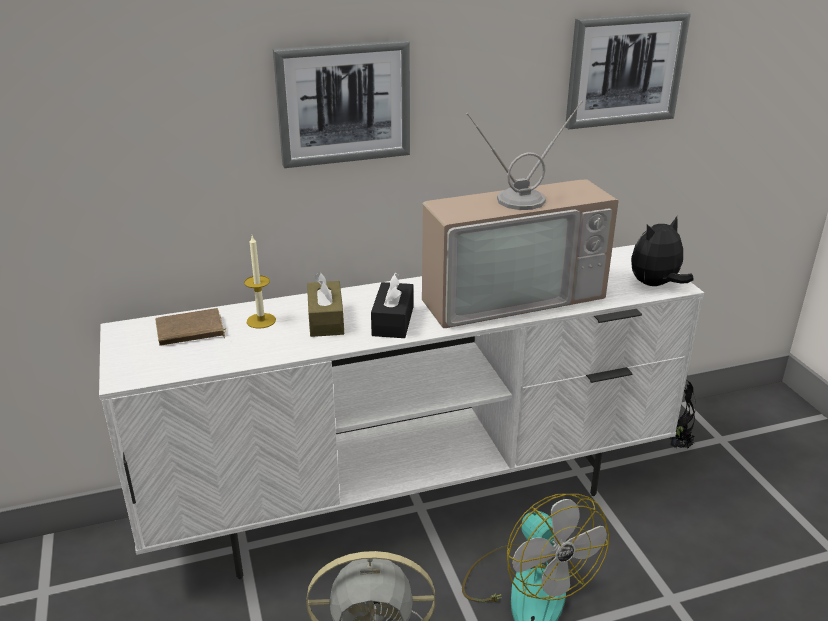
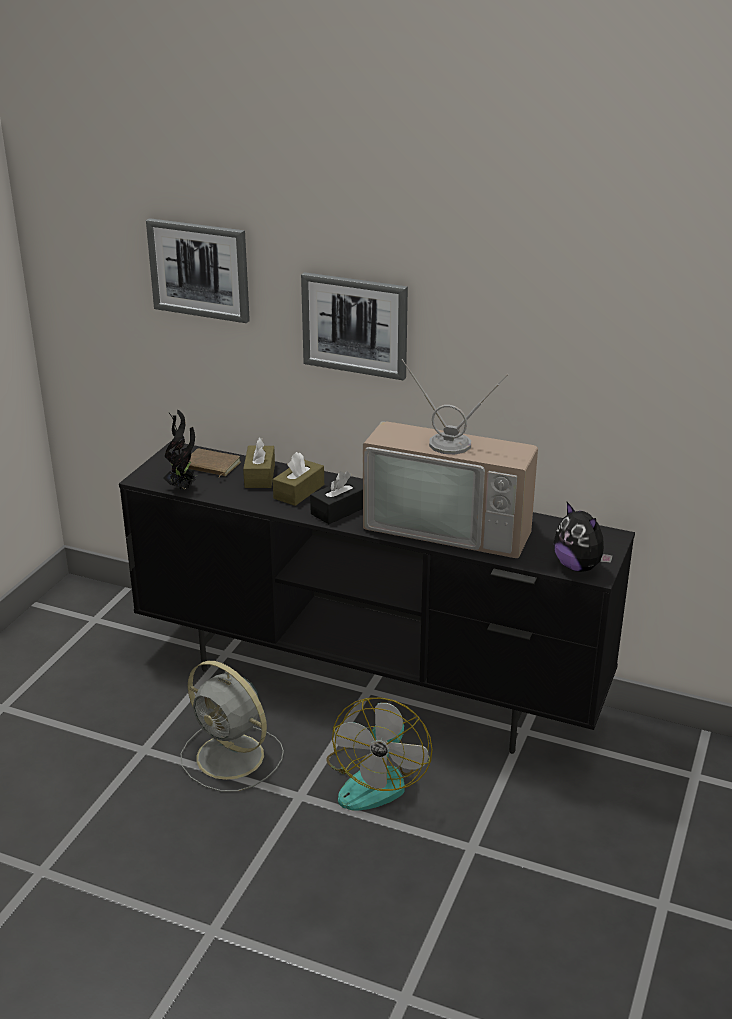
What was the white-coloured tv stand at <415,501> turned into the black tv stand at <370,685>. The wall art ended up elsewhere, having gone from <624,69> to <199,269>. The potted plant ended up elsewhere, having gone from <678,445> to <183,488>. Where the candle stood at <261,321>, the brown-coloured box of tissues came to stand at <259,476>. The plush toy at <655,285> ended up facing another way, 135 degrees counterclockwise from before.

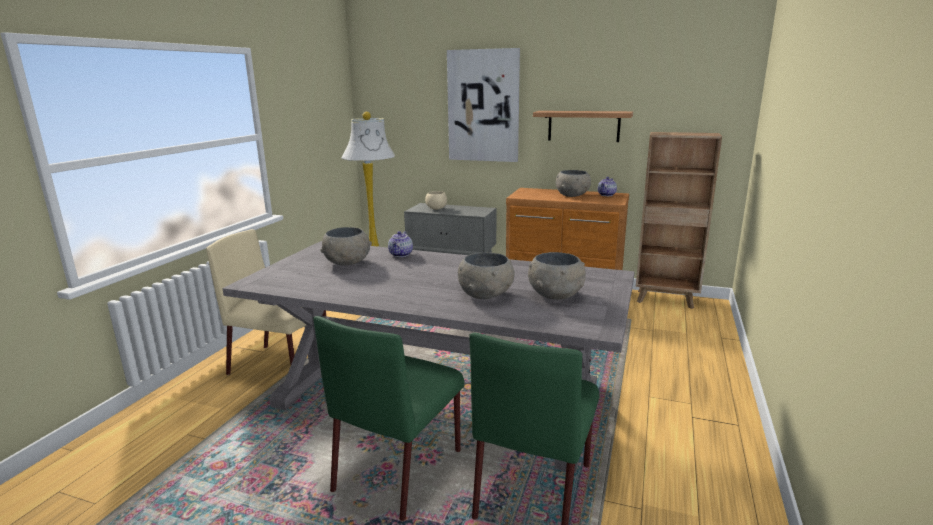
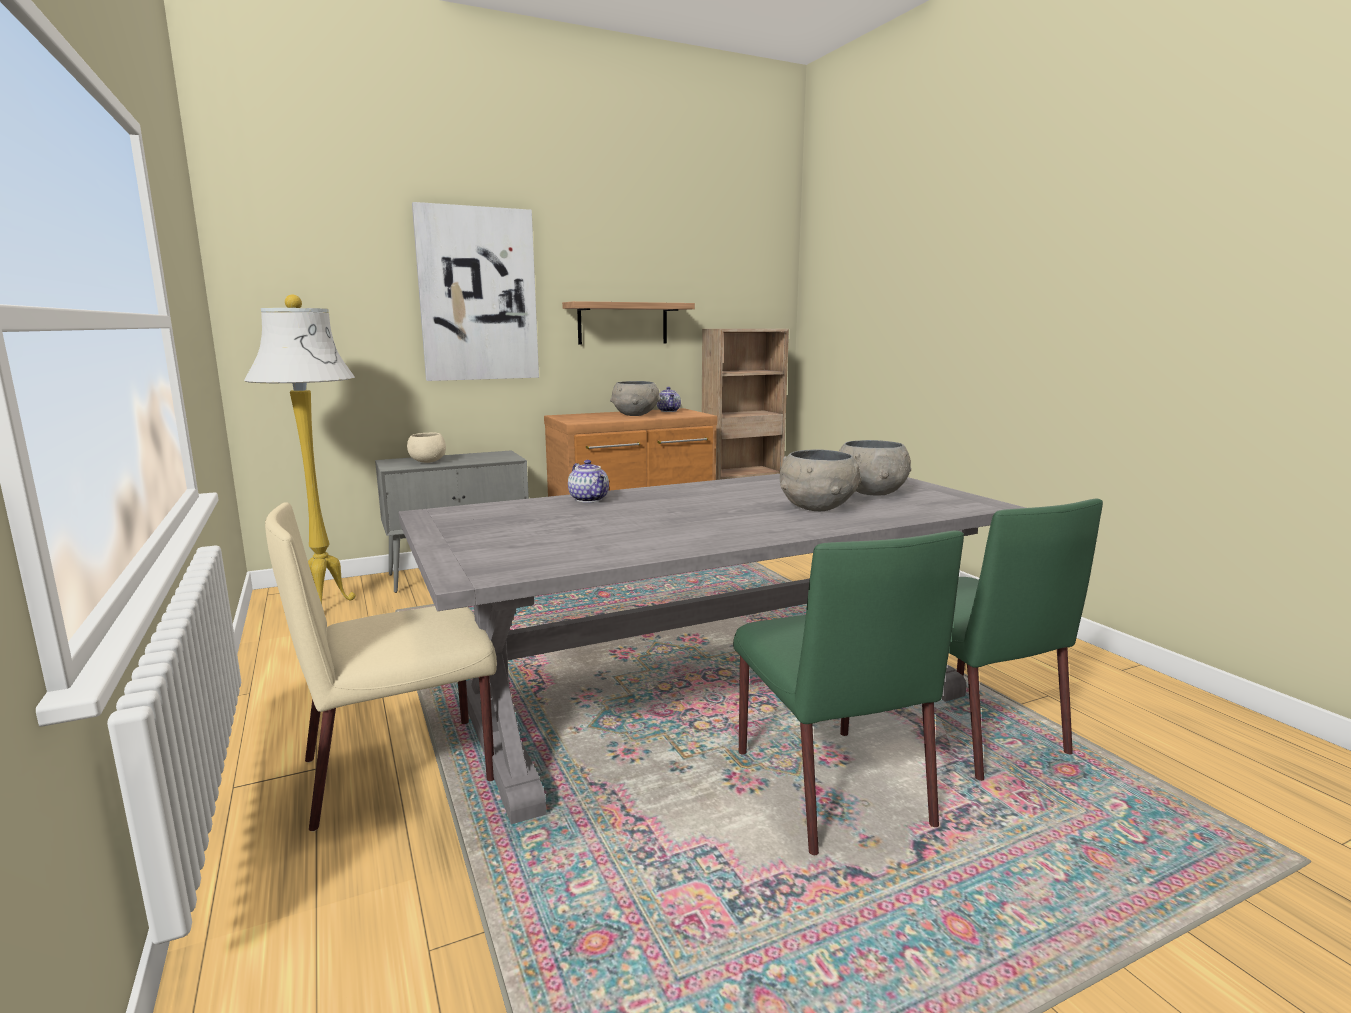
The second view lost the gray deep dish at <347,263>.

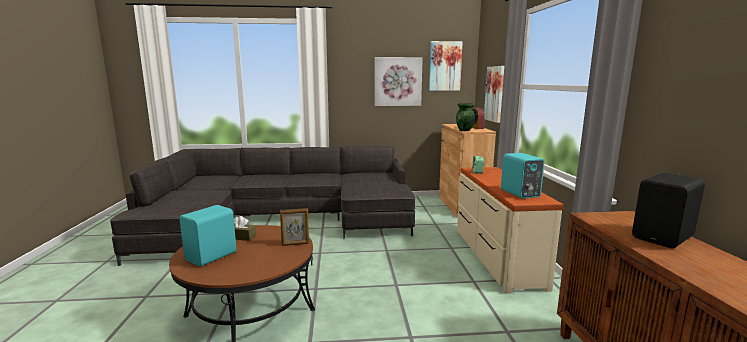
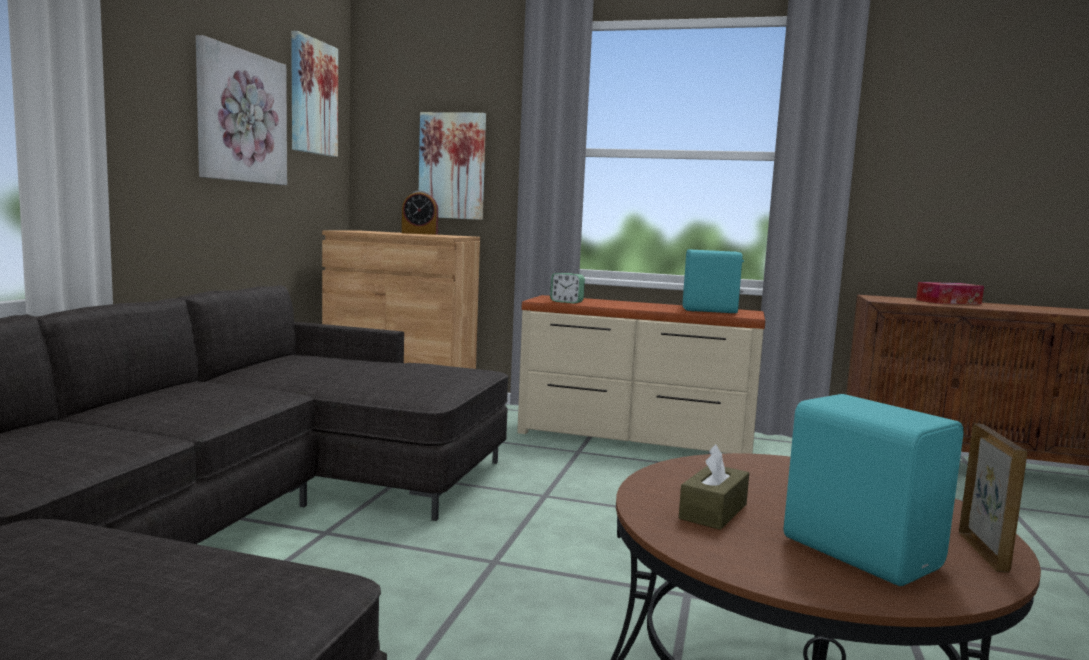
Where the black loudspeaker stood at <664,237>, the box of tissues came to stand at <948,302>. The picture frame ended up elsewhere, having gone from <295,244> to <983,551>. The second view lost the greenish decorative vase at <464,130>.

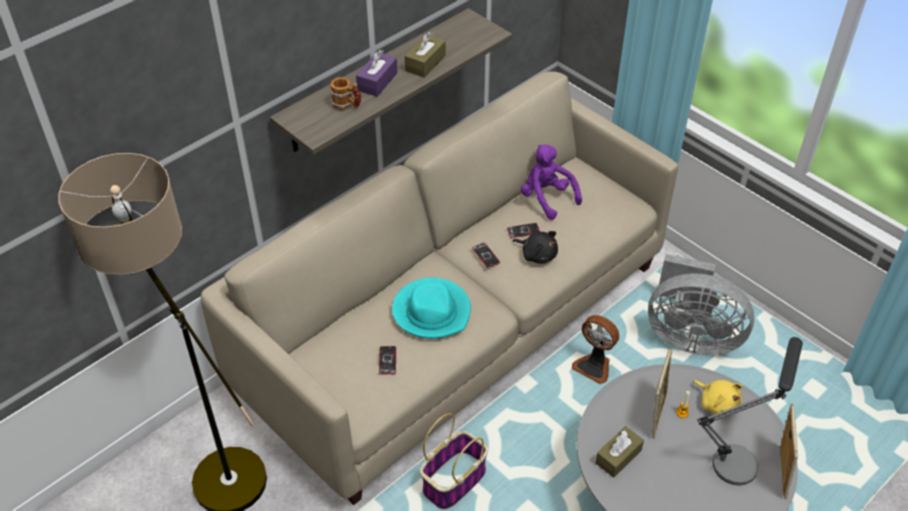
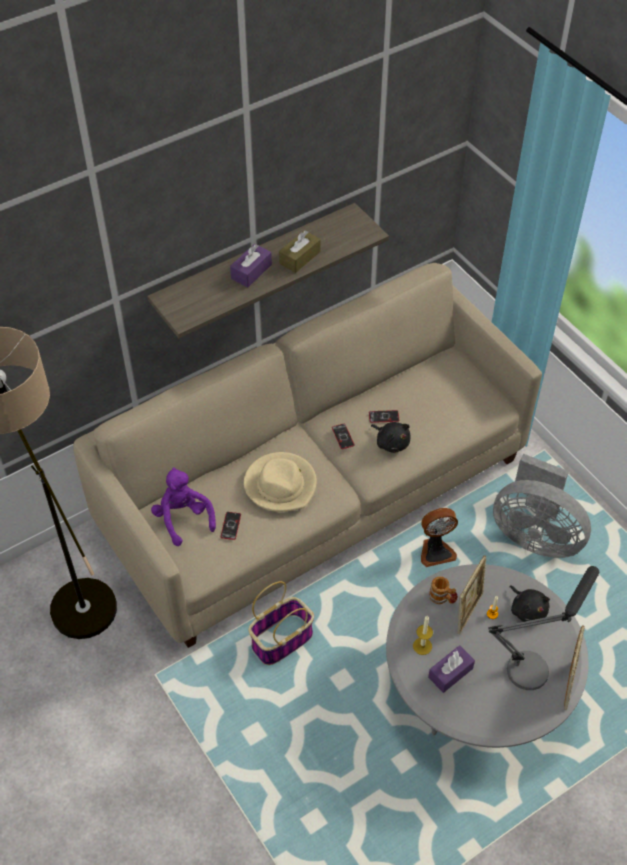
The purple-coloured plush toy ended up elsewhere, having gone from <547,198> to <183,518>. What was the turquoise-coloured wearable hat at <432,311> turned into the beige wearable hat at <281,484>. Where the brown-coloured box of tissues stood at <618,457>, the candle came to stand at <422,646>. The fan at <594,366> ended up facing another way, 60 degrees counterclockwise from before. The second view gained the purple-coloured box of tissues at <450,673>. The mug ended up elsewhere, having gone from <346,105> to <442,598>. What was the yellow-coloured plush toy at <717,403> turned into the black plush toy at <527,610>.

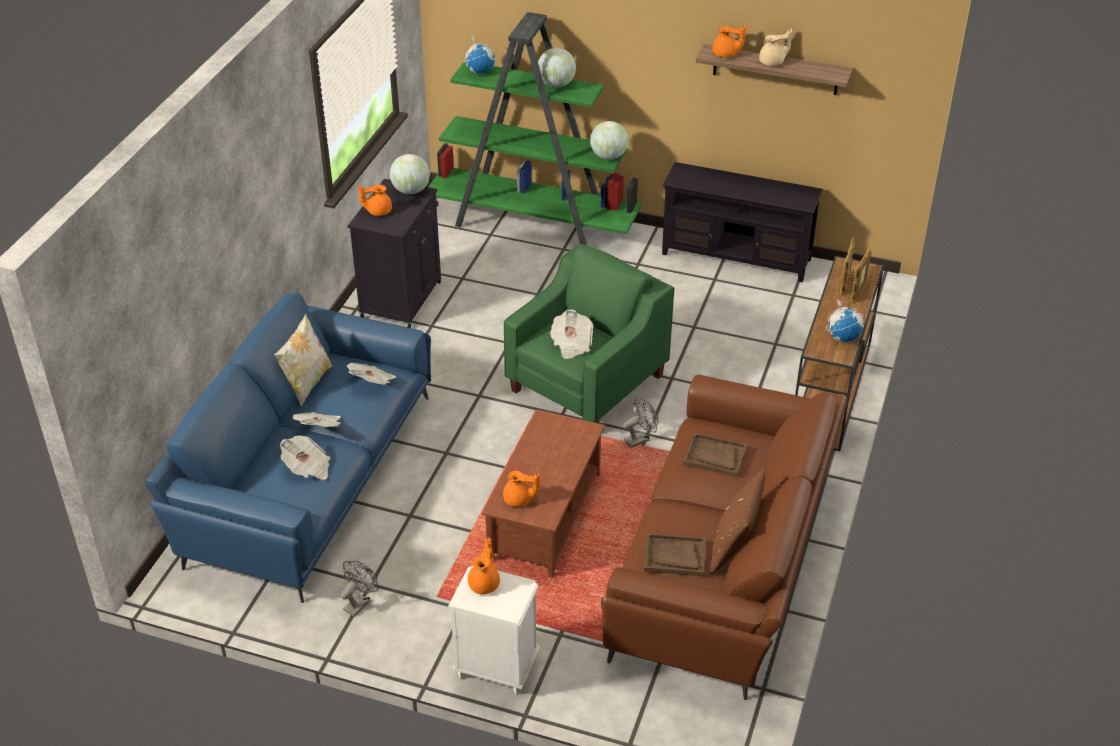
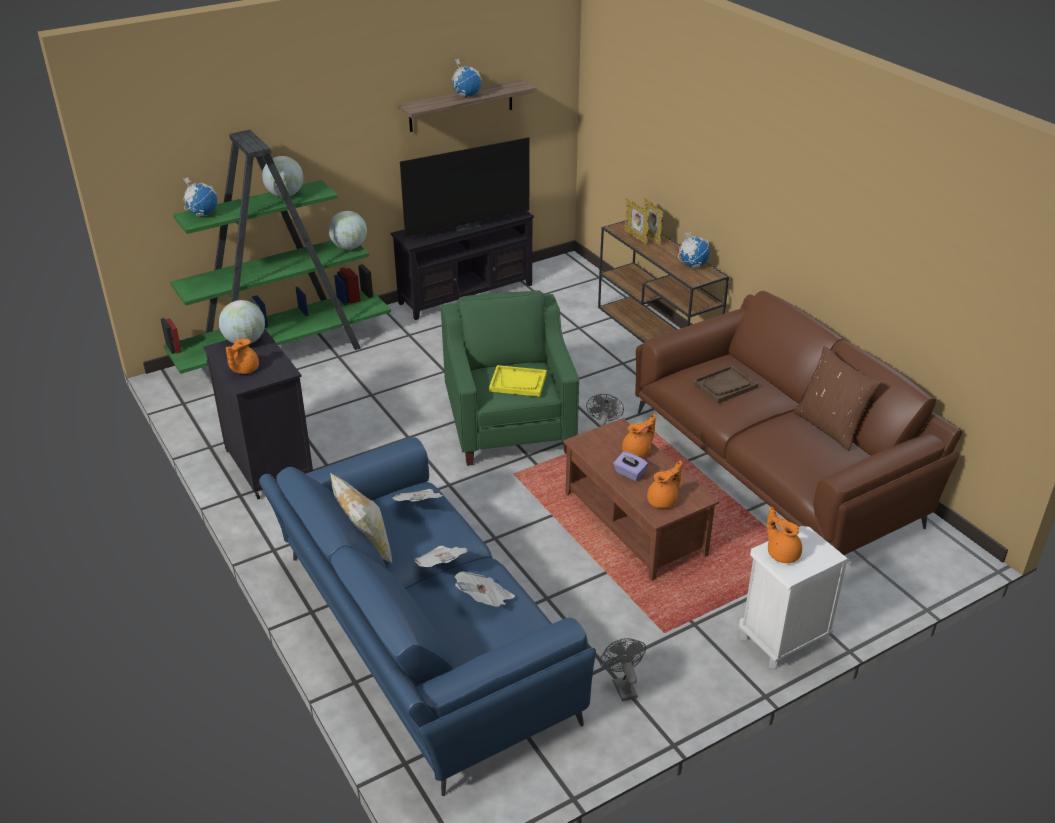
The second view gained the television at <466,225>. Where the beige pot for tea stood at <772,62>, the desk globe came to stand at <466,95>. Where the printed paper stood at <571,344>, the yellow-coloured tray came to stand at <518,382>. The second view gained the purple-coloured box of tissues at <629,474>. The orange-coloured pot for tea ended up elsewhere, having gone from <726,54> to <637,452>. The second view lost the brown-coloured tray at <675,556>.

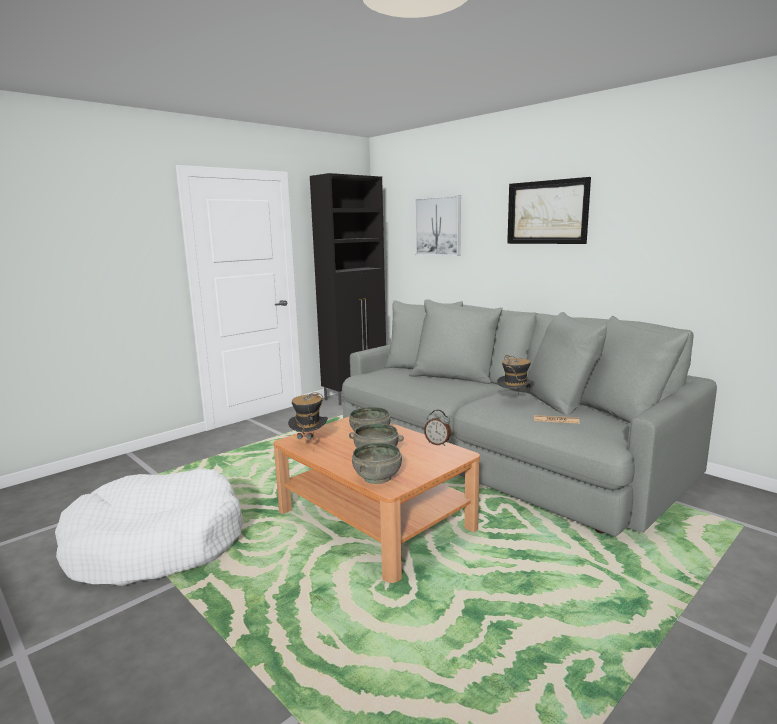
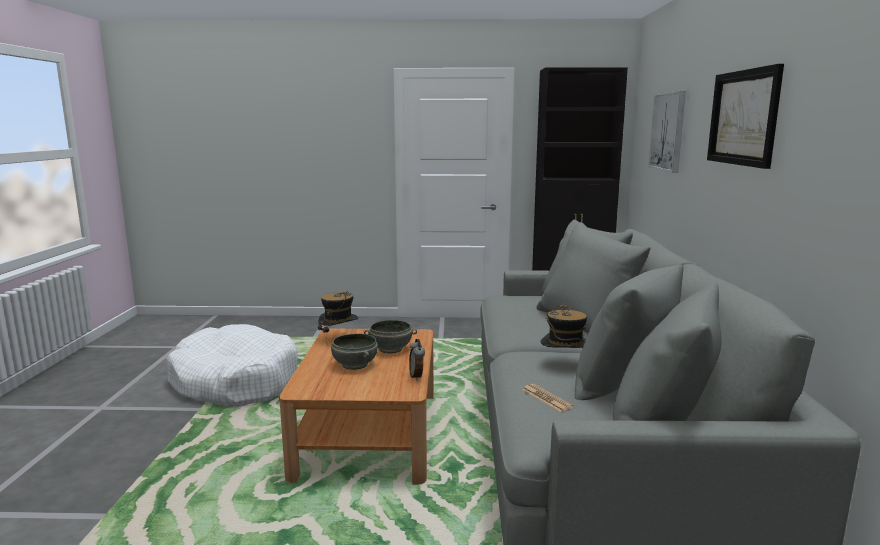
The second view lost the gray deep dish at <377,478>.

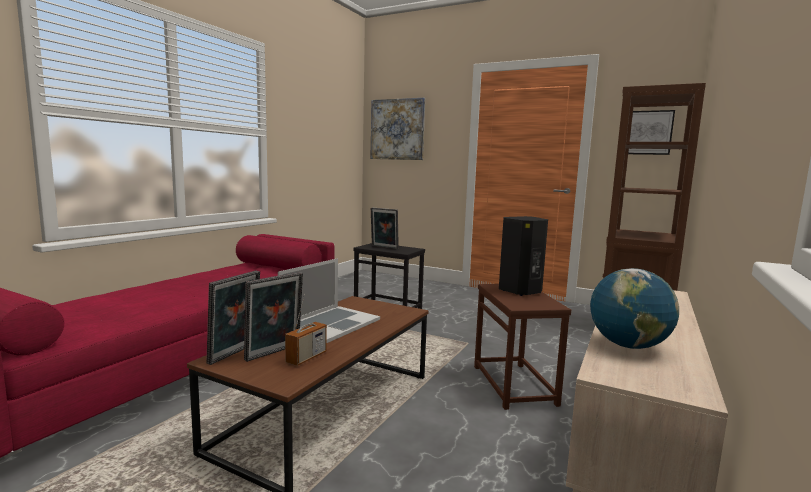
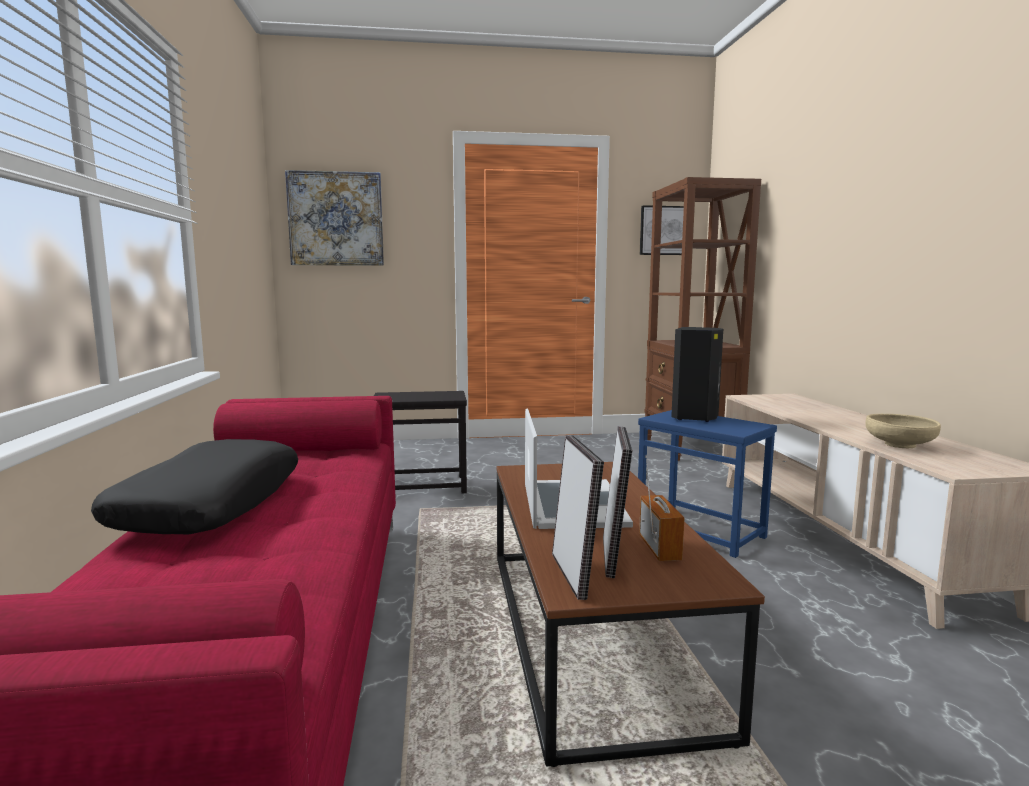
The second view gained the black cushion at <210,505>. What was the brown-coloured side table at <514,385> turned into the bluish side table at <700,531>. Where the desk globe stood at <628,346>, the beige deep dish came to stand at <899,445>. The second view lost the picture frame at <384,247>.

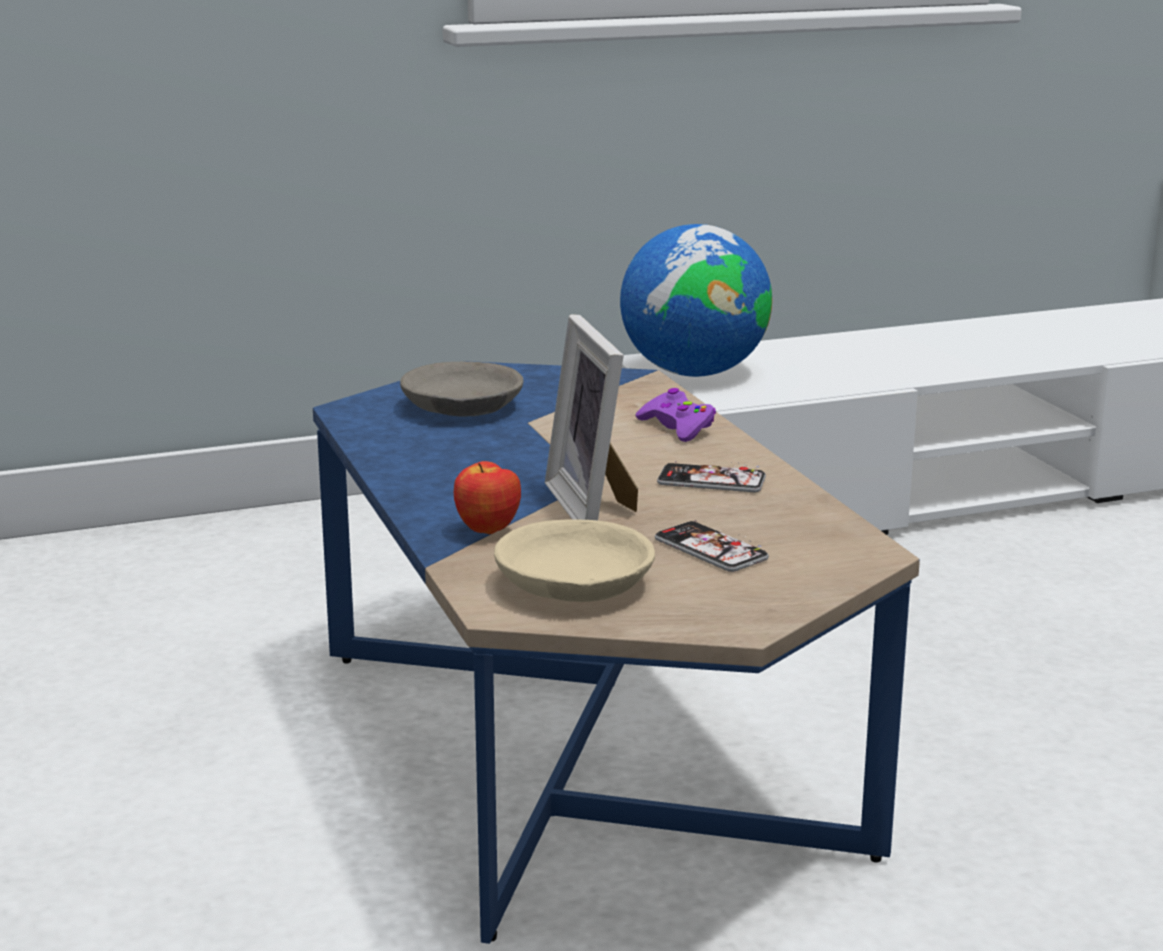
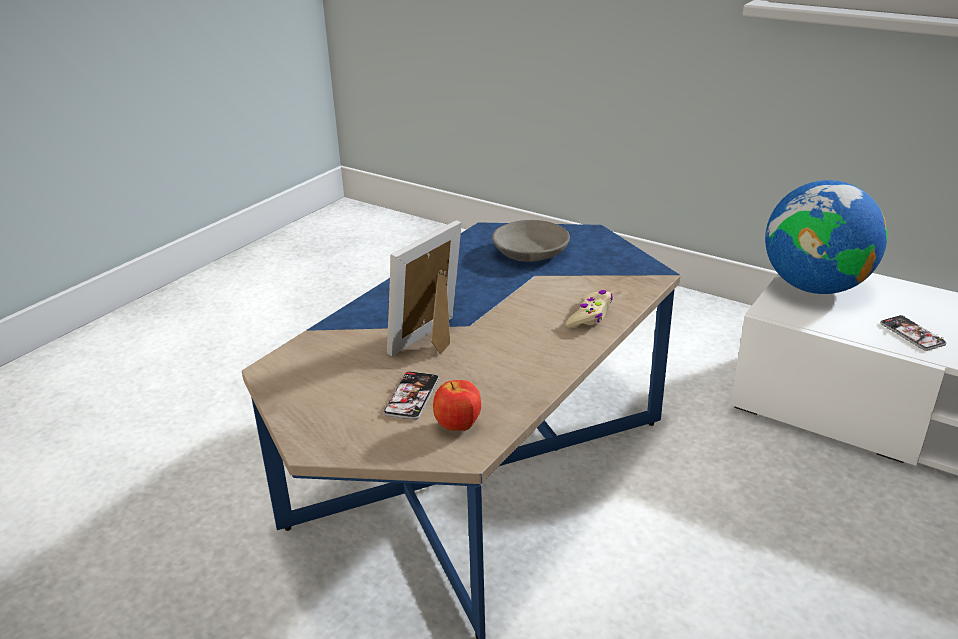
The whole apple ended up elsewhere, having gone from <488,531> to <457,427>. What was the purple-coloured gamepad at <677,427> turned into the beige gamepad at <590,316>. The telephone ended up elsewhere, having gone from <711,480> to <912,334>. The second view lost the beige deep dish at <574,585>.

